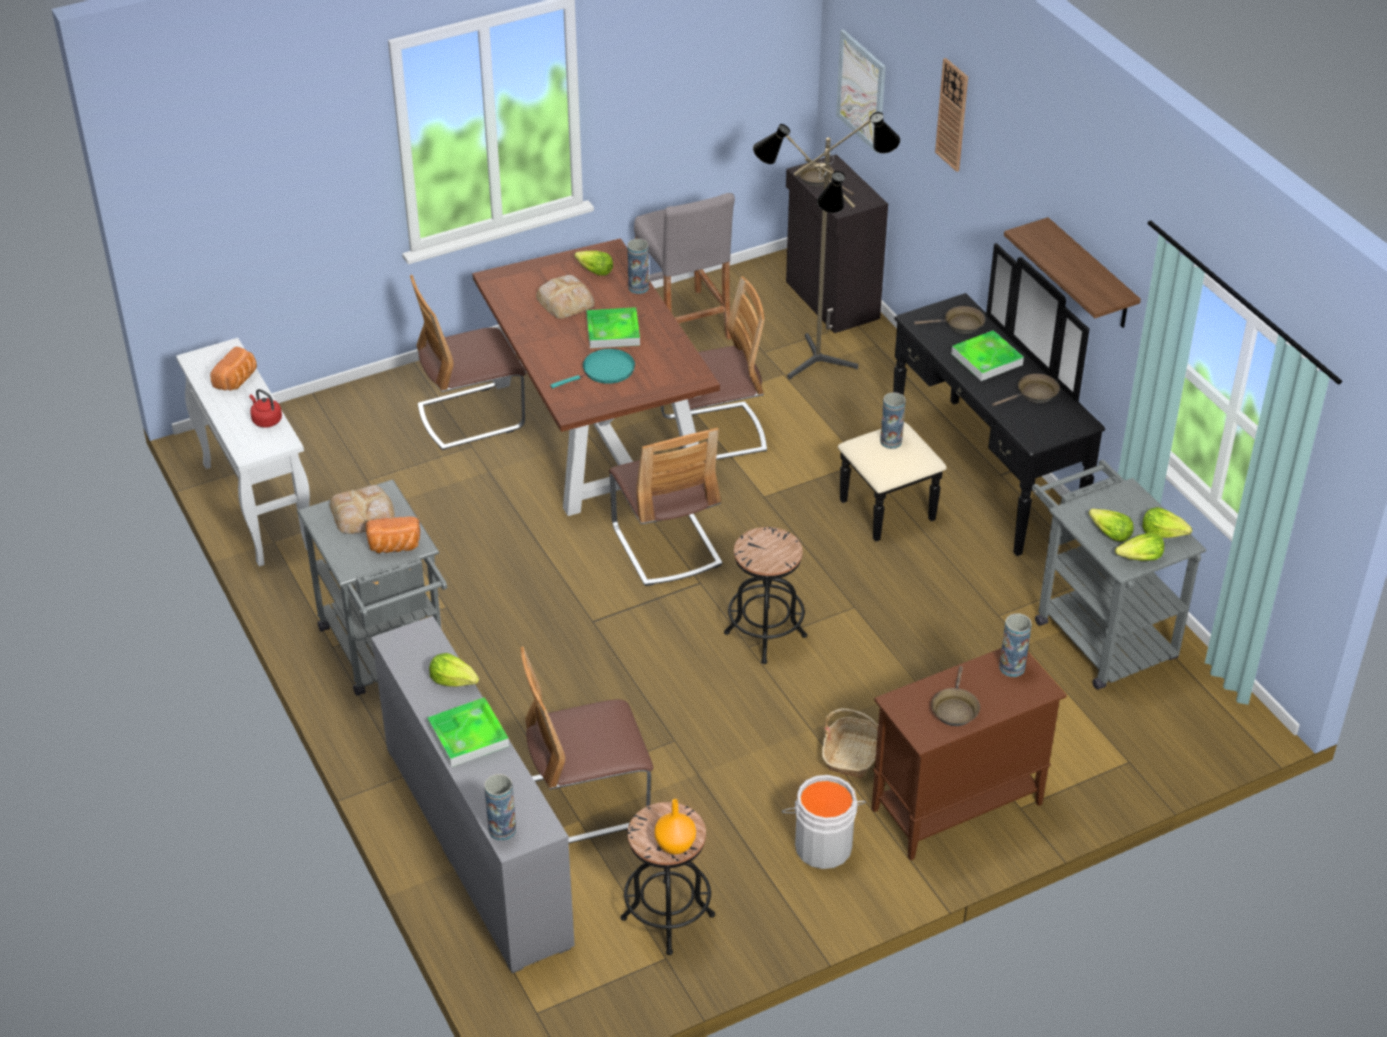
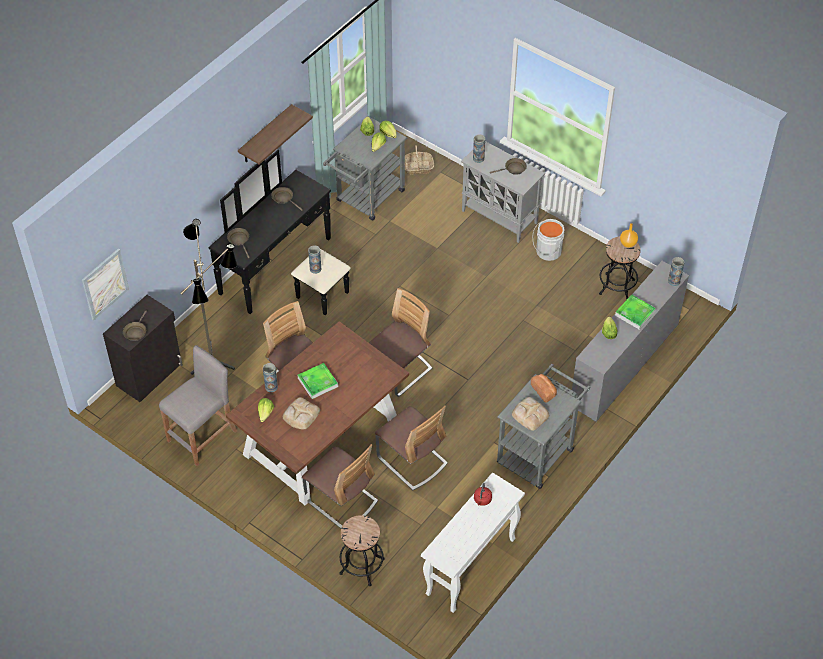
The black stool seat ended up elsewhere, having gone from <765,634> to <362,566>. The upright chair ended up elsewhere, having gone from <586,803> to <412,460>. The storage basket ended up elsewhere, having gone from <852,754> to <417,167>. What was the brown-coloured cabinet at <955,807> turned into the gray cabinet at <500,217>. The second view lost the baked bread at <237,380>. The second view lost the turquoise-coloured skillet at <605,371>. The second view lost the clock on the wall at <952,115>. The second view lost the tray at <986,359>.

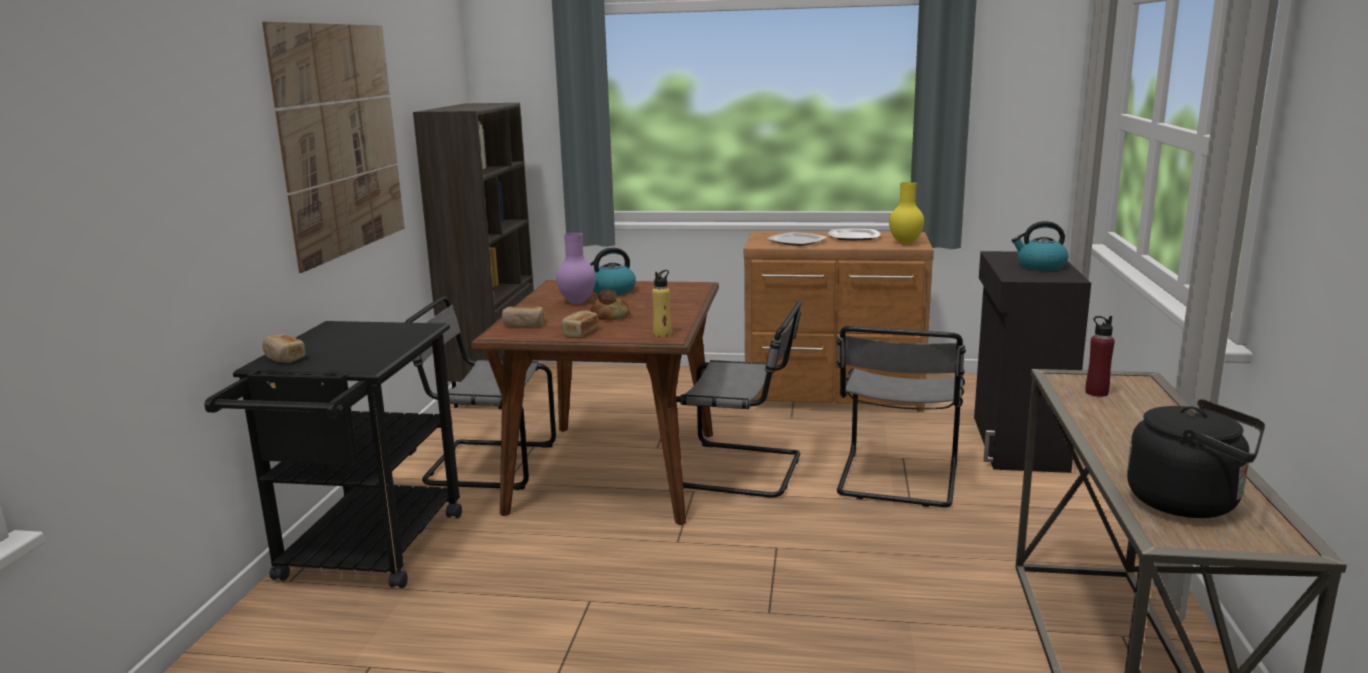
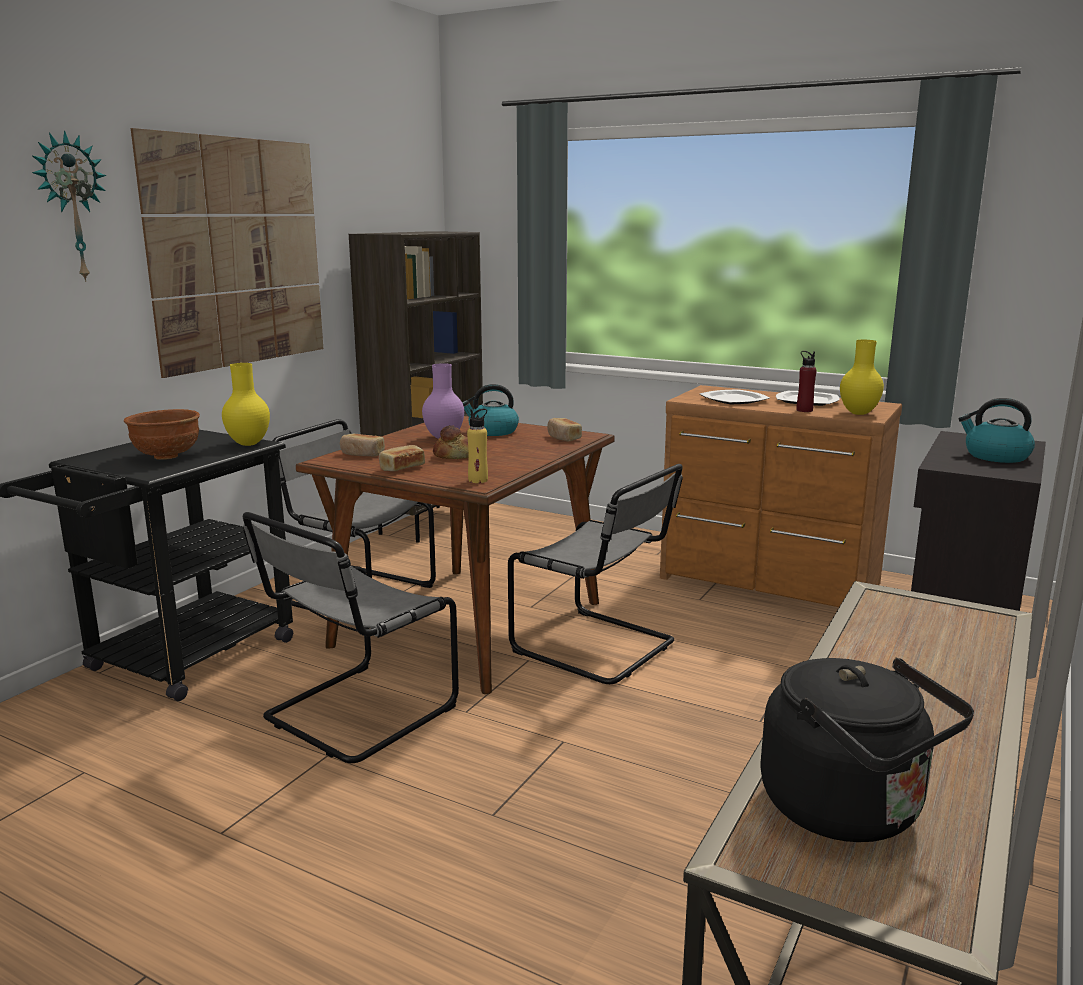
The second view gained the clock on the wall at <71,207>. The second view gained the brown-coloured deep dish at <167,456>. The second view gained the yellow-coloured decorative vase at <248,444>. The gray upright chair ended up elsewhere, having gone from <897,480> to <355,714>. The baked bread ended up elsewhere, having gone from <284,358> to <563,438>. The red bottle ended up elsewhere, having gone from <1096,393> to <804,410>.

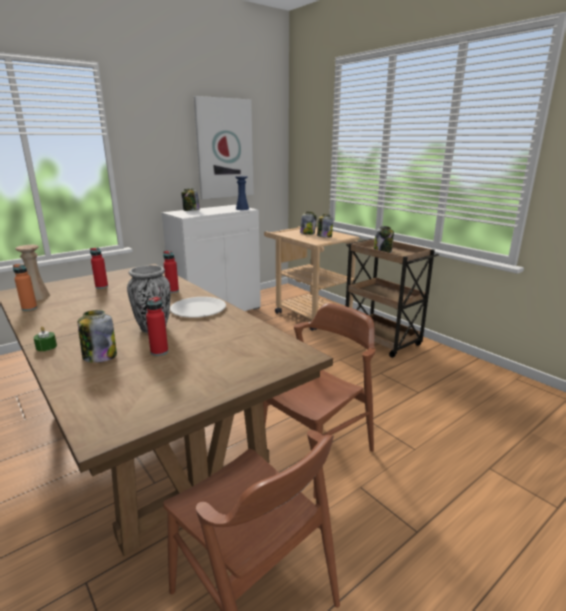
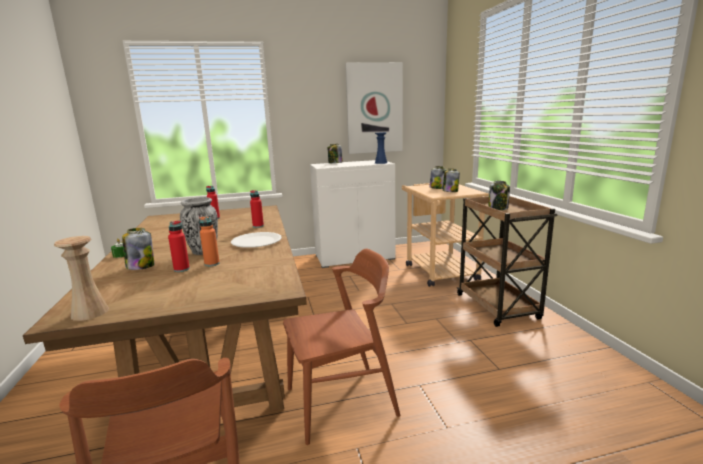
The beige decorative vase ended up elsewhere, having gone from <38,297> to <90,312>. The orange-coloured bottle ended up elsewhere, having gone from <29,308> to <212,264>.

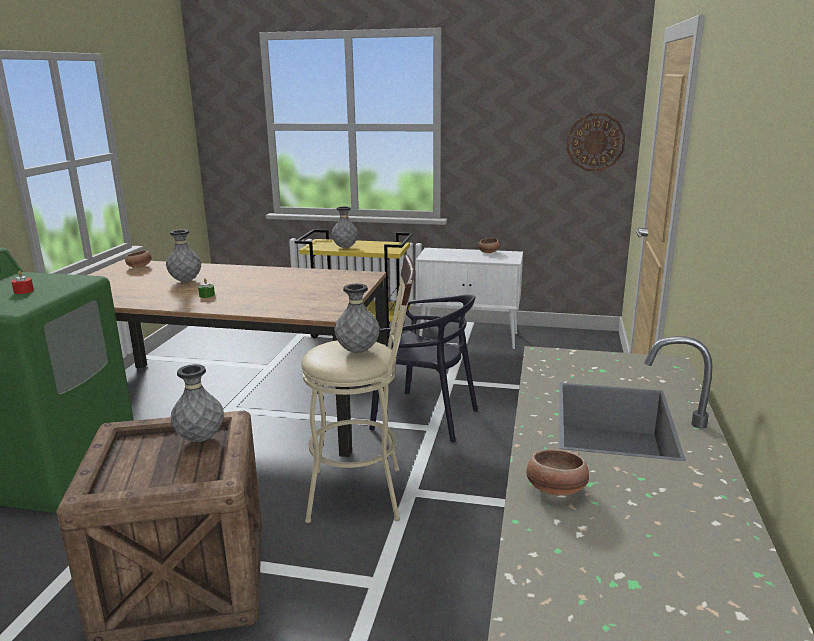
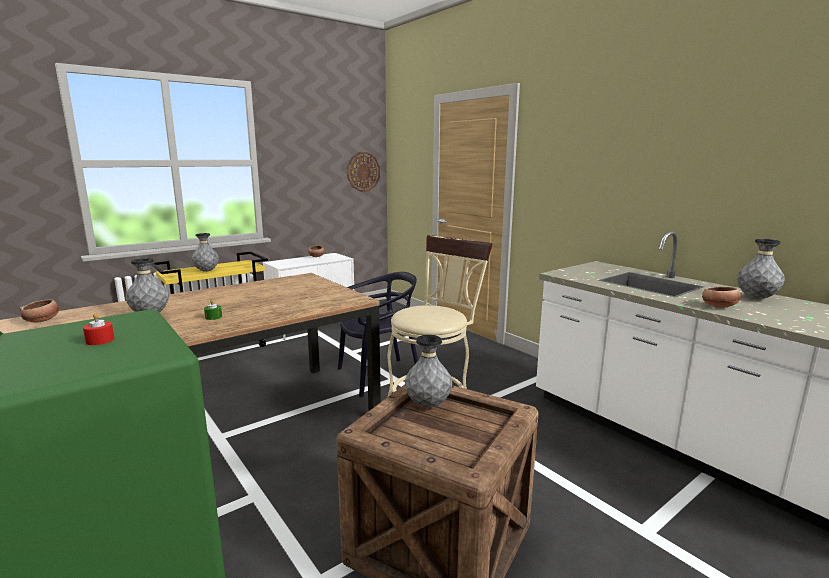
The gray decorative vase ended up elsewhere, having gone from <358,351> to <756,298>.

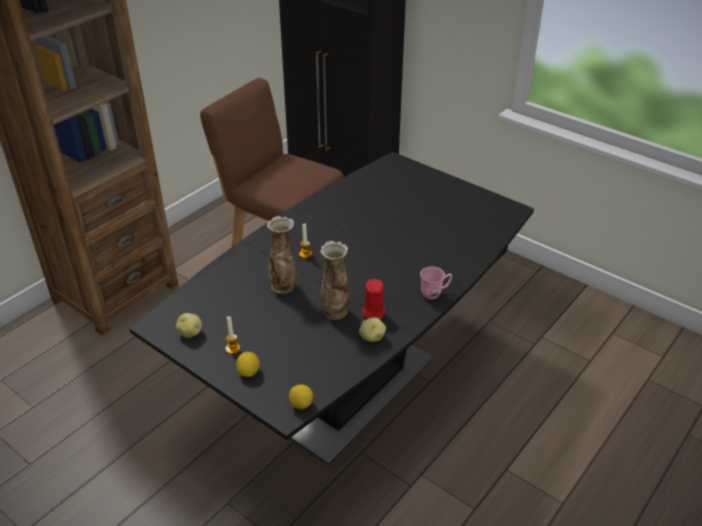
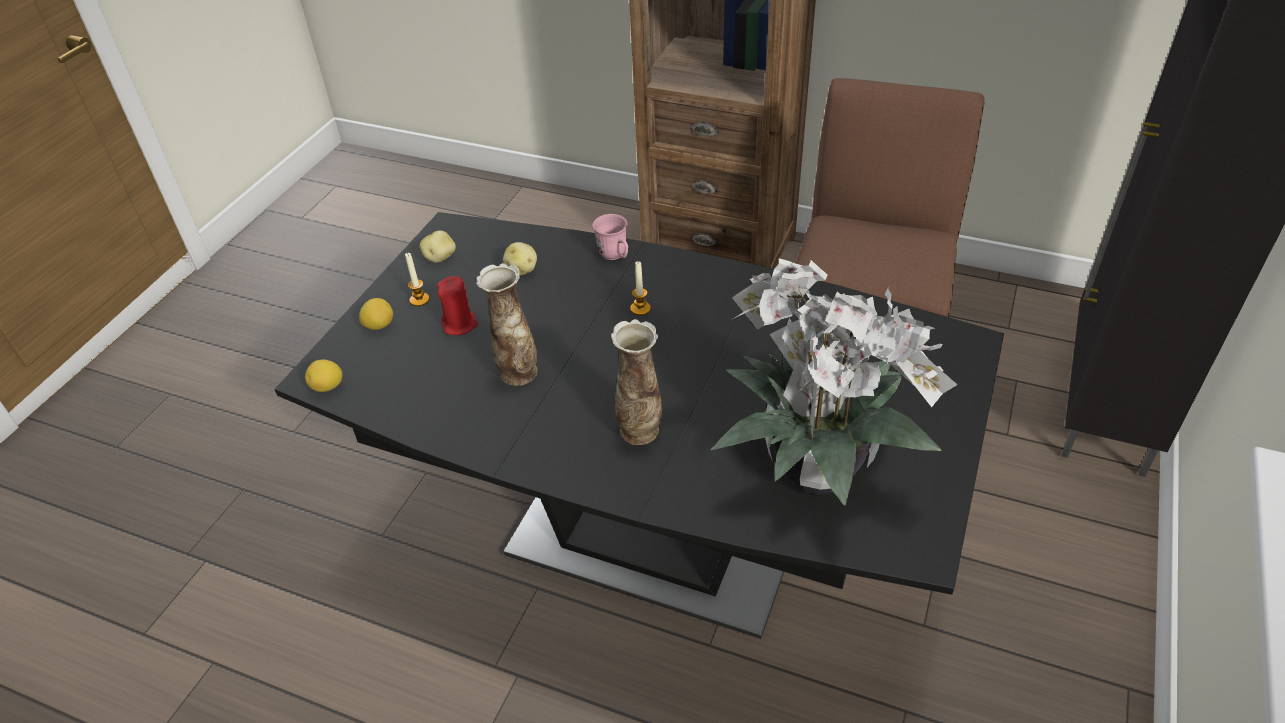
The red candle ended up elsewhere, having gone from <373,312> to <460,325>. The spud ended up elsewhere, having gone from <371,337> to <522,269>. The pink-coloured mug ended up elsewhere, having gone from <435,293> to <615,256>. The decorative vase ended up elsewhere, having gone from <283,286> to <639,431>. The second view gained the potted plant at <811,469>.

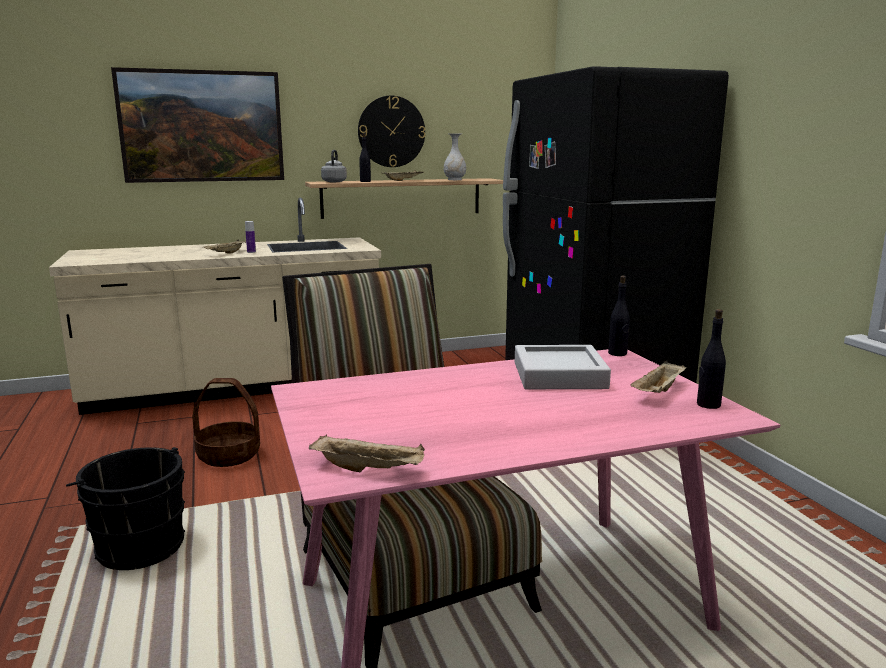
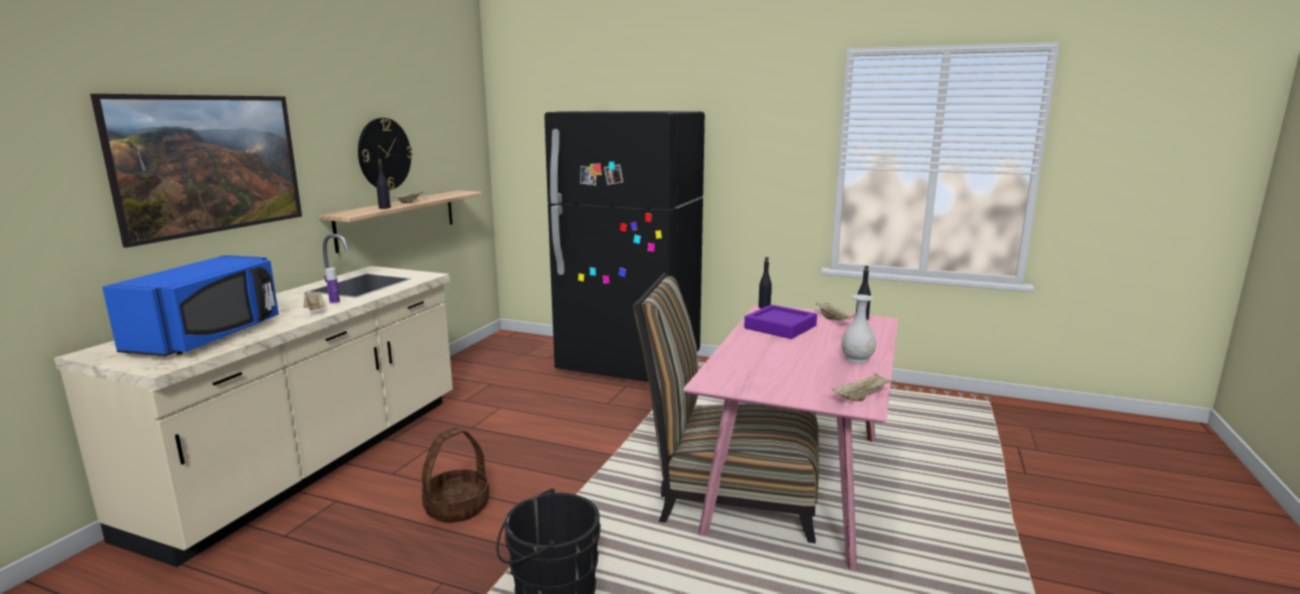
The second view gained the bluish kitchen microwave at <210,336>. What was the gray tray at <559,375> turned into the purple-coloured tray at <780,327>. The white-coloured decorative vase ended up elsewhere, having gone from <455,180> to <857,359>. The second view lost the gray tea kettle at <334,181>.

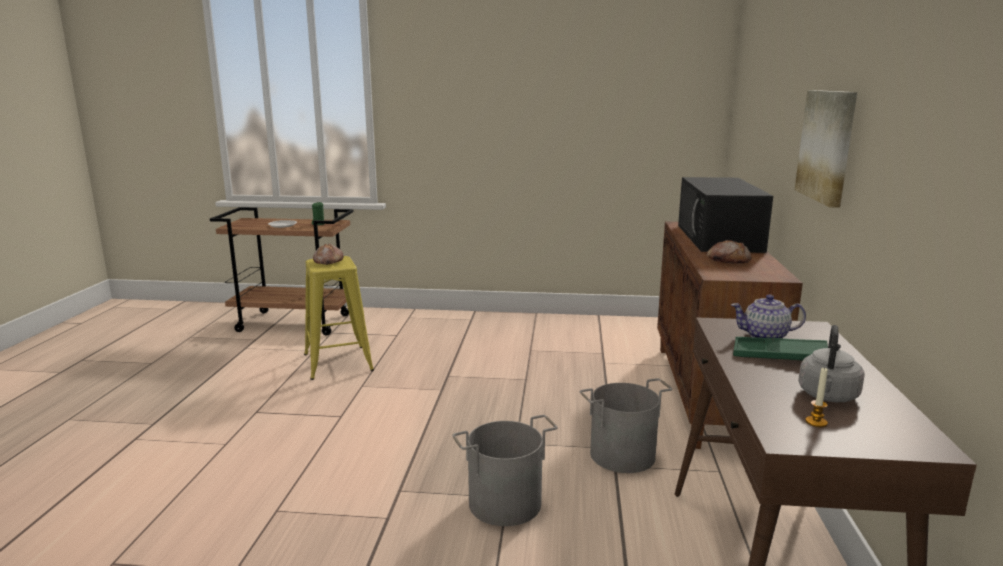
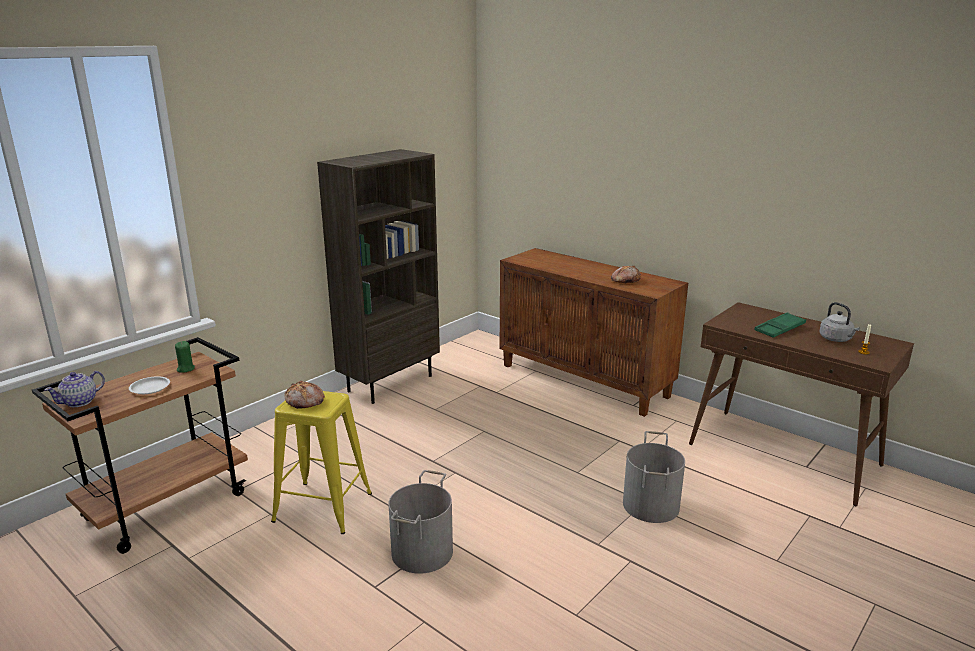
The pot for tea ended up elsewhere, having gone from <765,336> to <80,402>. The second view gained the brown-coloured bookshelf at <390,383>. The gray water bucket ended up elsewhere, having gone from <622,454> to <421,552>. The second view lost the black kitchen microwave at <719,238>. The second view lost the wall art at <827,145>.

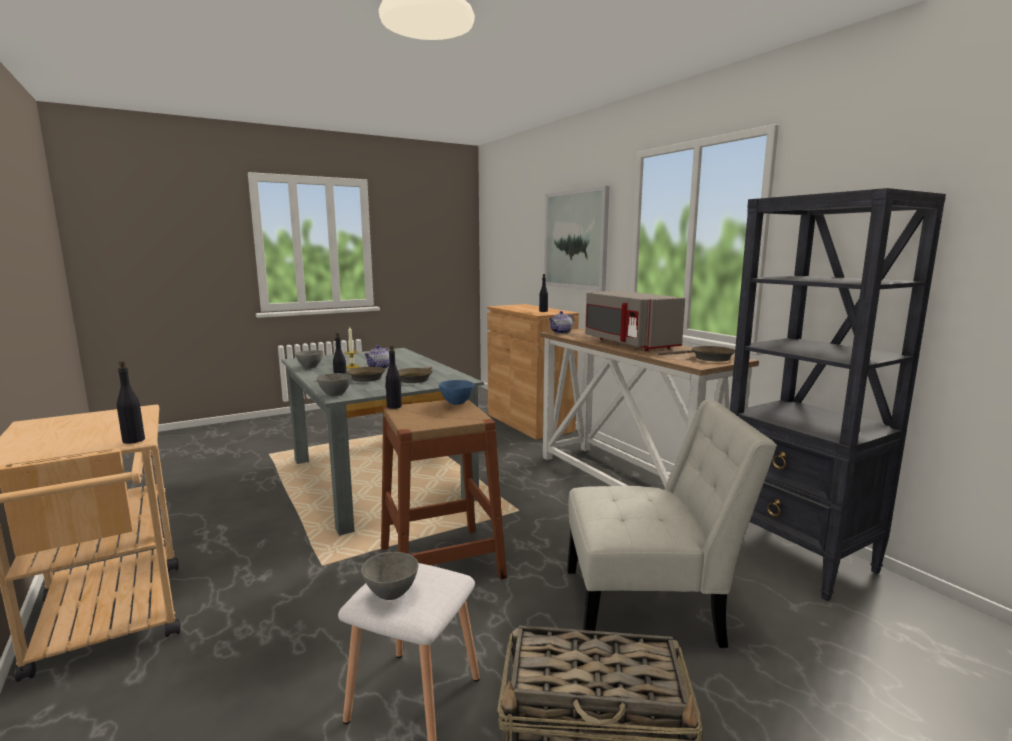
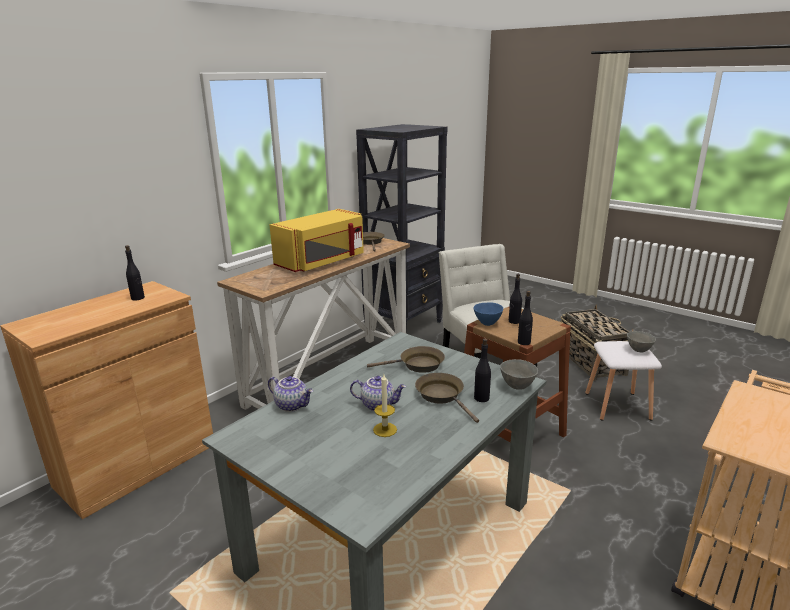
The pot for tea ended up elsewhere, having gone from <561,332> to <292,405>. What was the gray kitchen microwave at <628,343> turned into the yellow-coloured kitchen microwave at <322,262>. The black bottle ended up elsewhere, having gone from <134,440> to <514,321>. The second view lost the gray deep dish at <310,367>. The second view lost the wall art at <575,240>.

